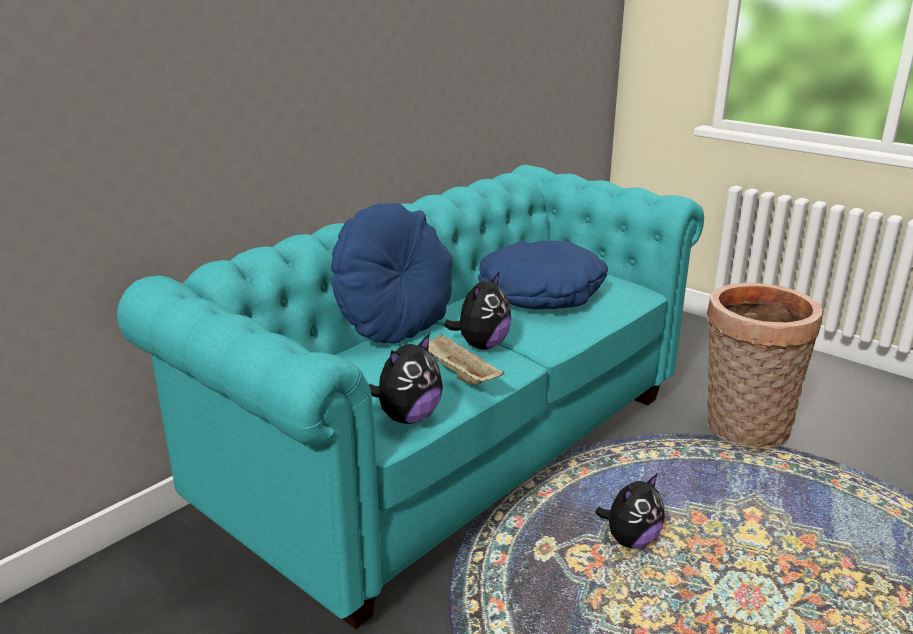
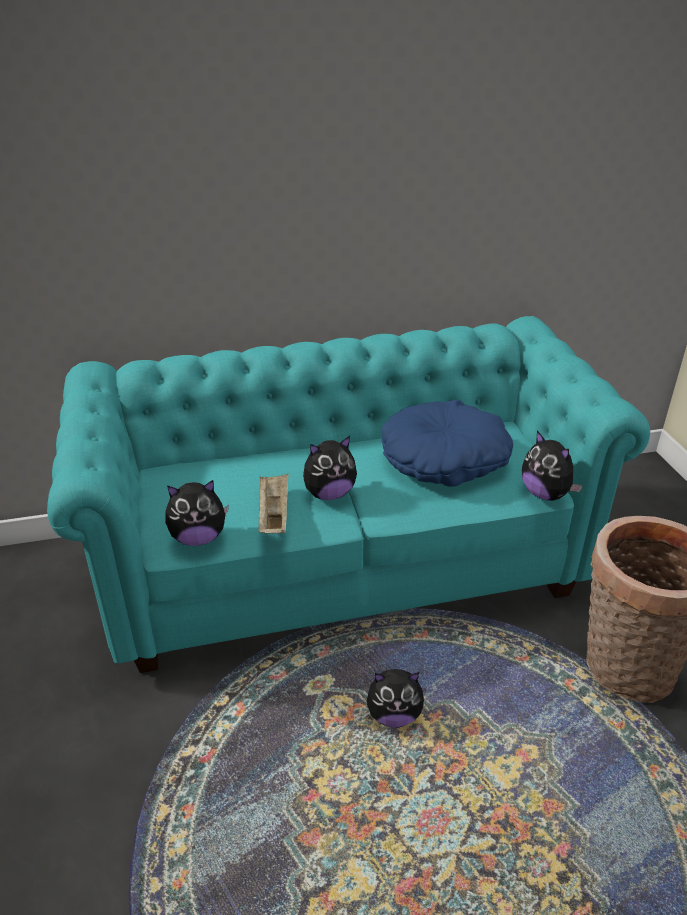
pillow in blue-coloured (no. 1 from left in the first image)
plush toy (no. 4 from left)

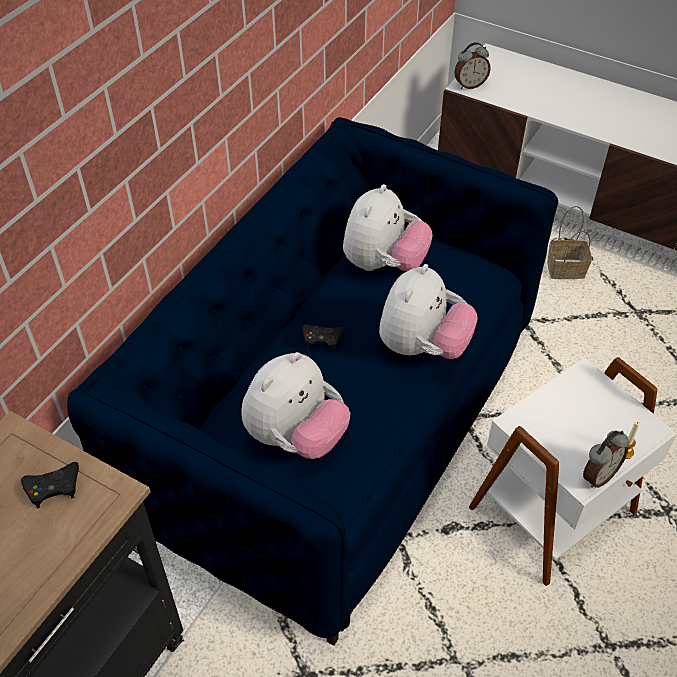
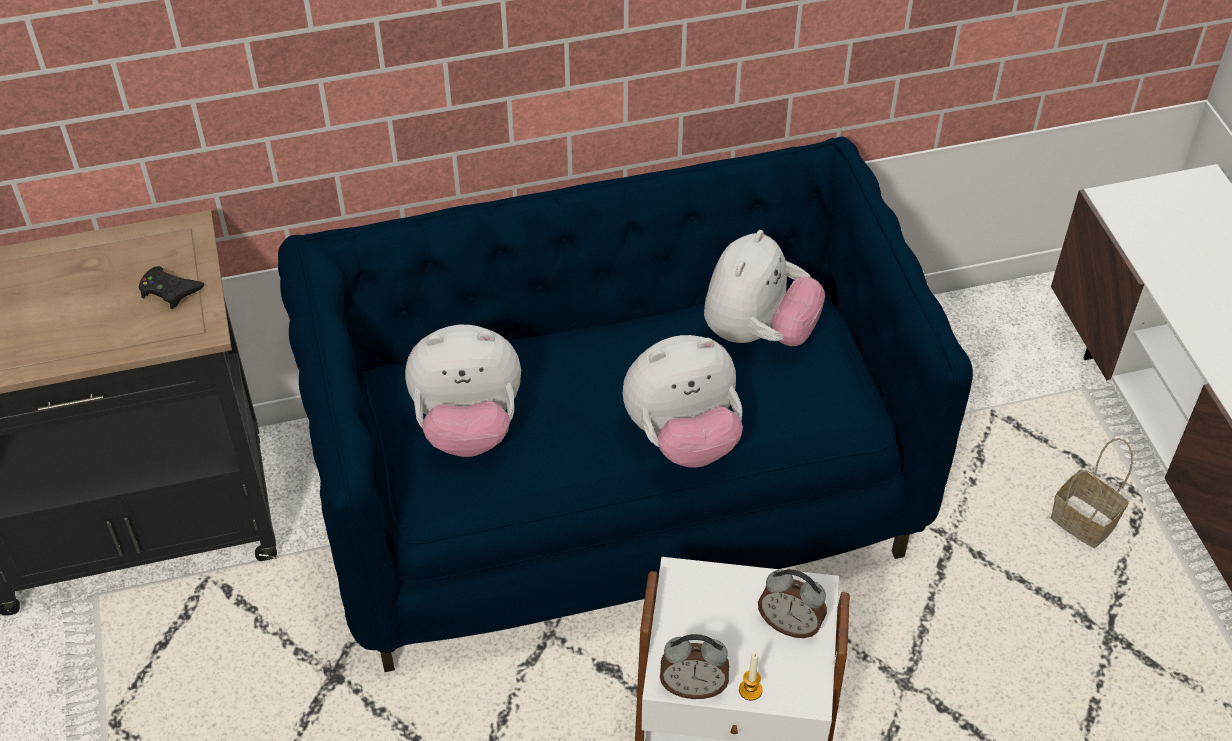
joypad in black (no. 2 from left in the first image)
plush toy (no. 3 from left)
alarm clock (no. 2 from left)

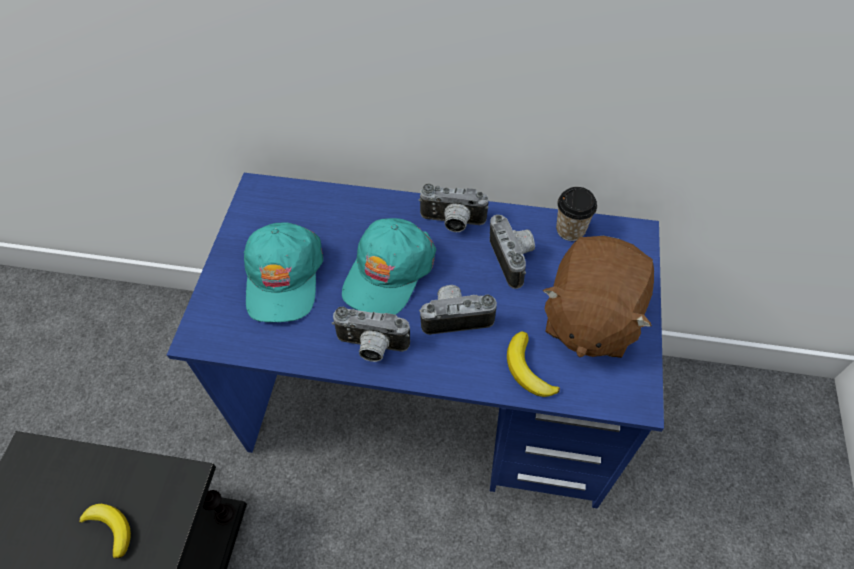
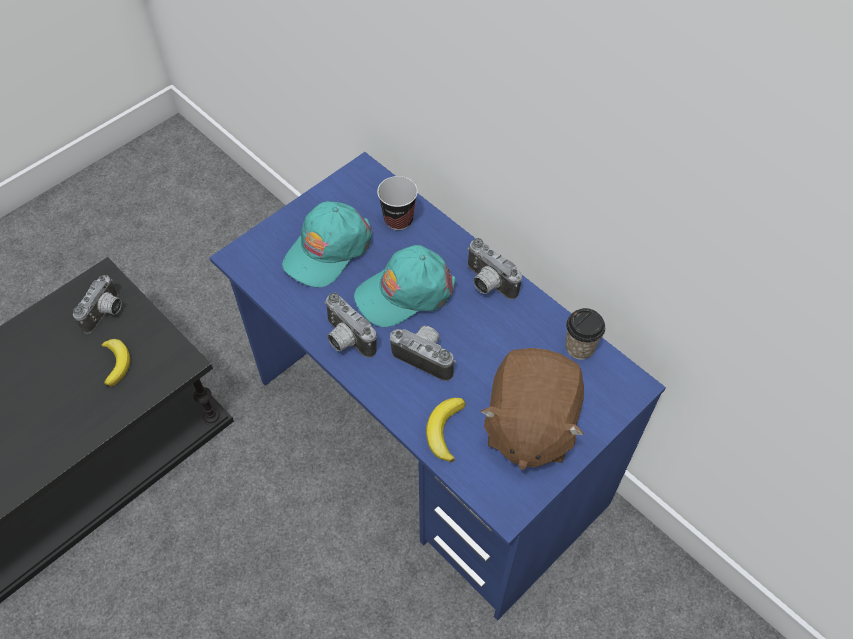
photo camera (no. 1 from left)
plush toy in brown-coloured
small cup (no. 1 from left)

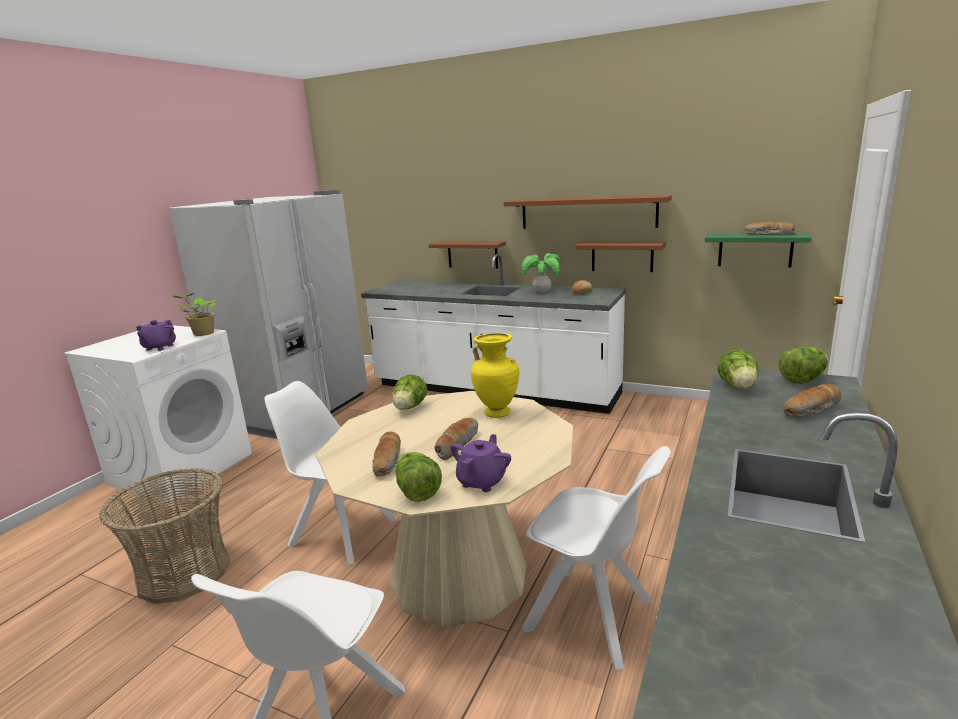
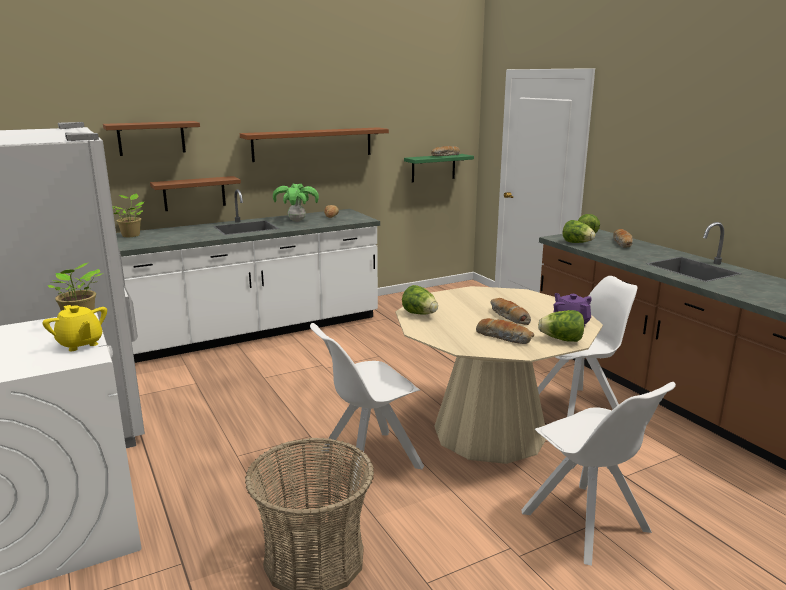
tea pot in yellowish
flower vase in yellowish
shelf in brown-coloured (no. 1 from left)
houseplant (no. 2 from left)

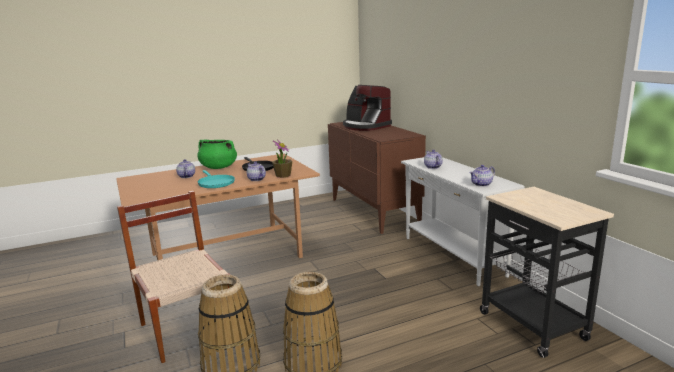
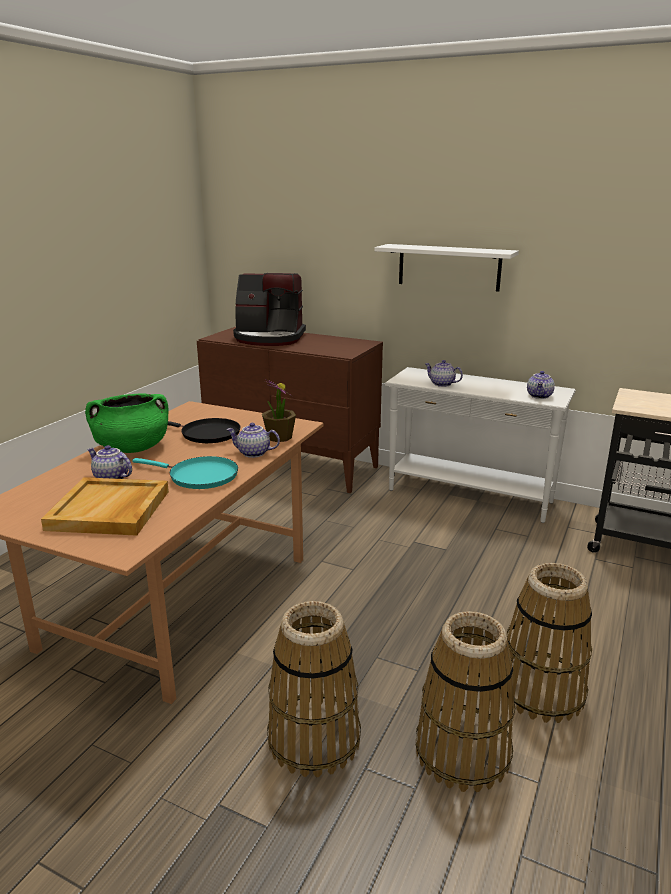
basket (no. 1 from left)
tray in beige-coloured
shelf in white

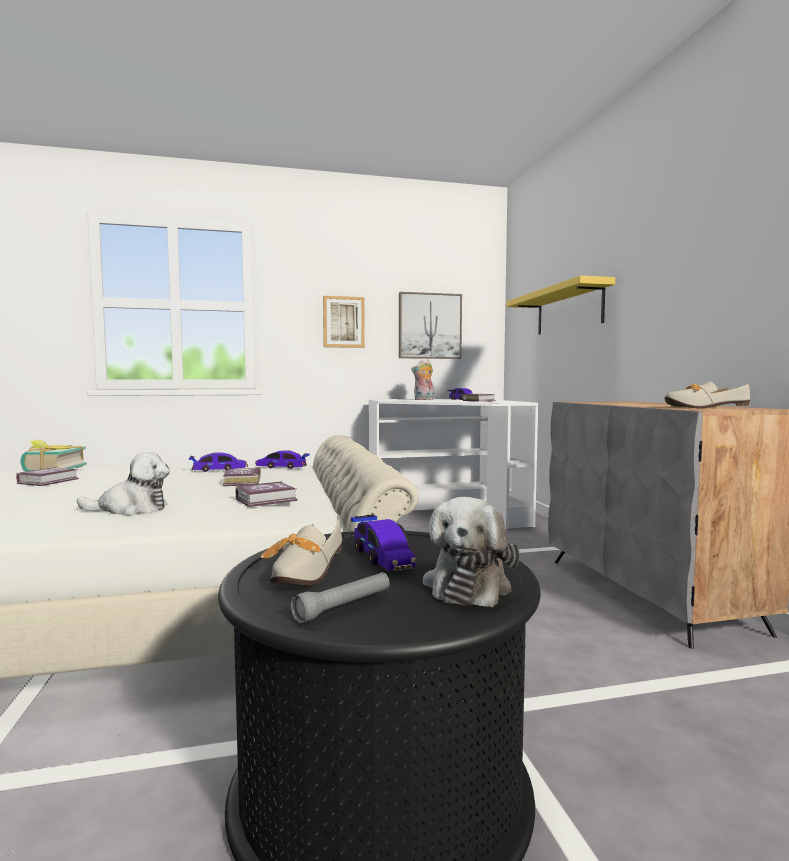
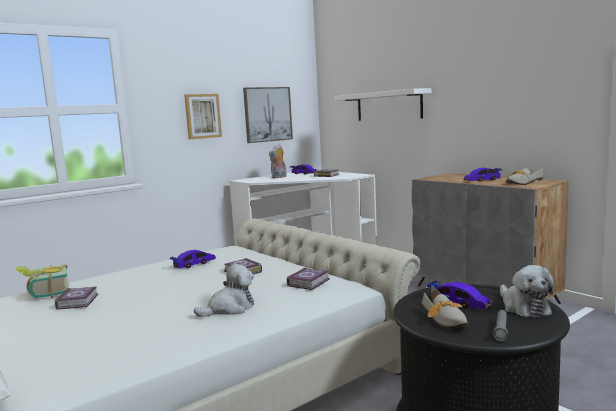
miniature car (no. 4 from left)
shelf in white

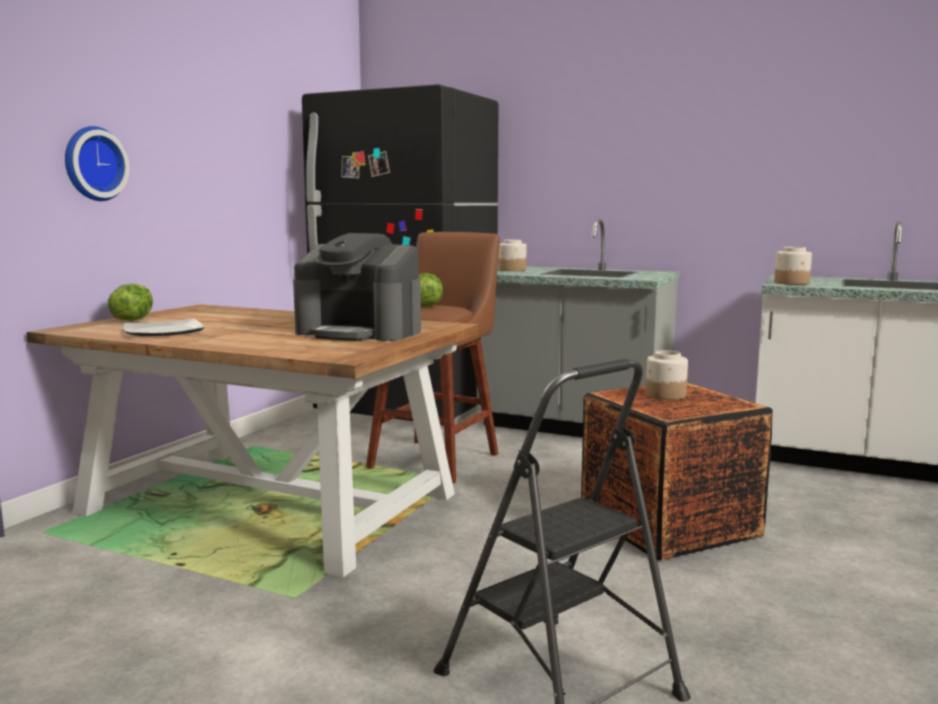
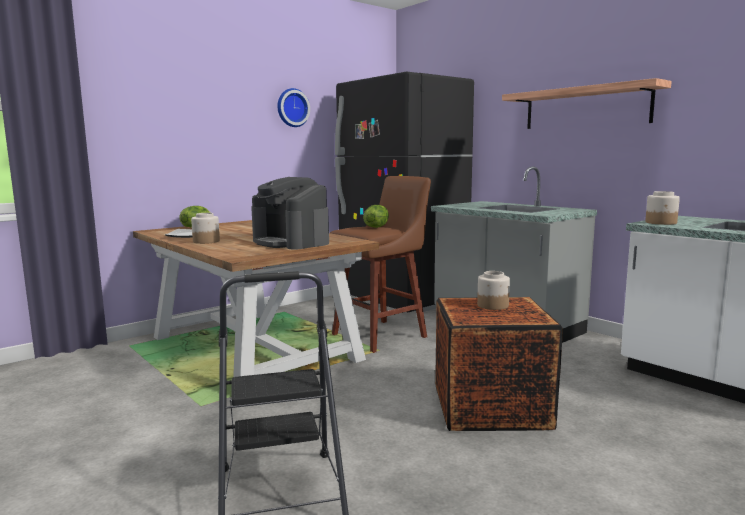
hanging clock
preserve jar (no. 1 from left)
shelf

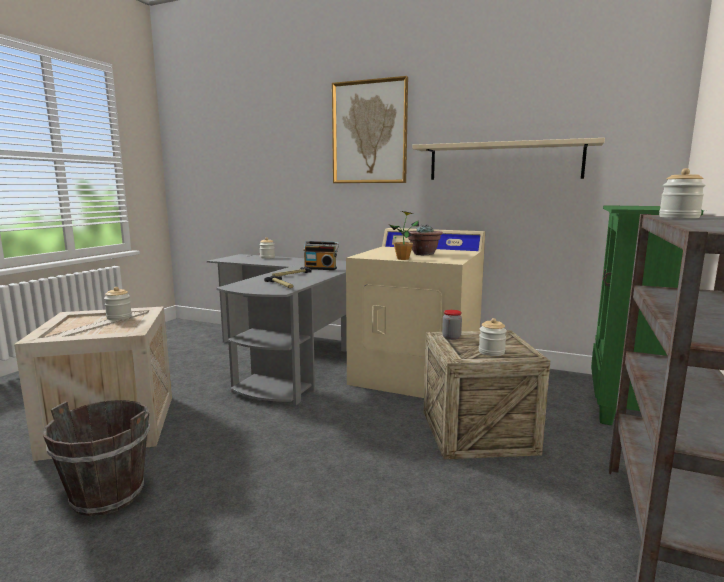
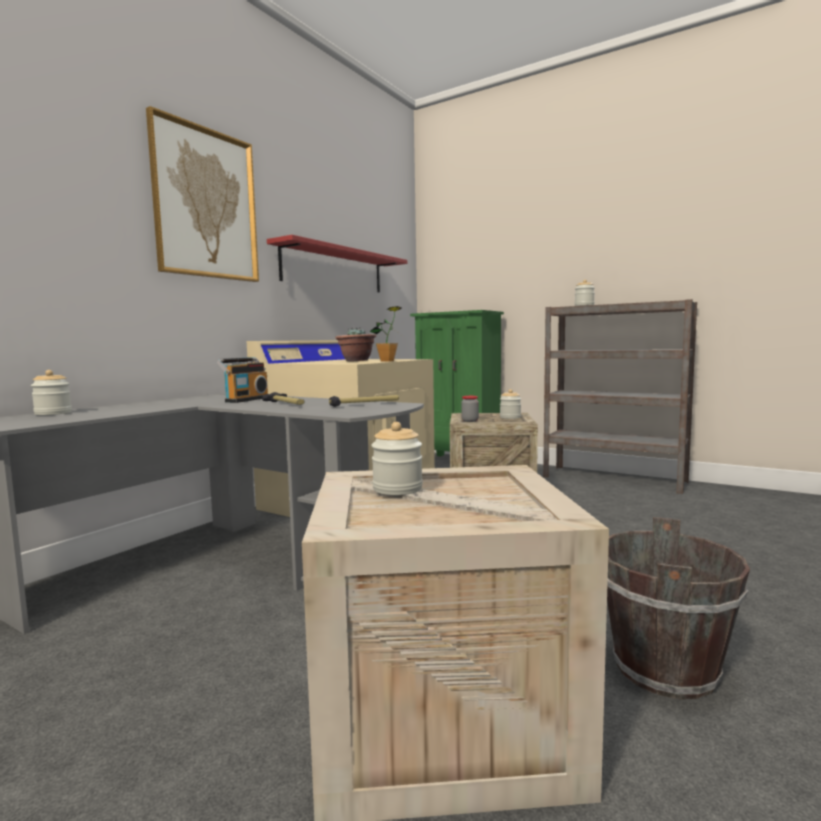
shelf in red

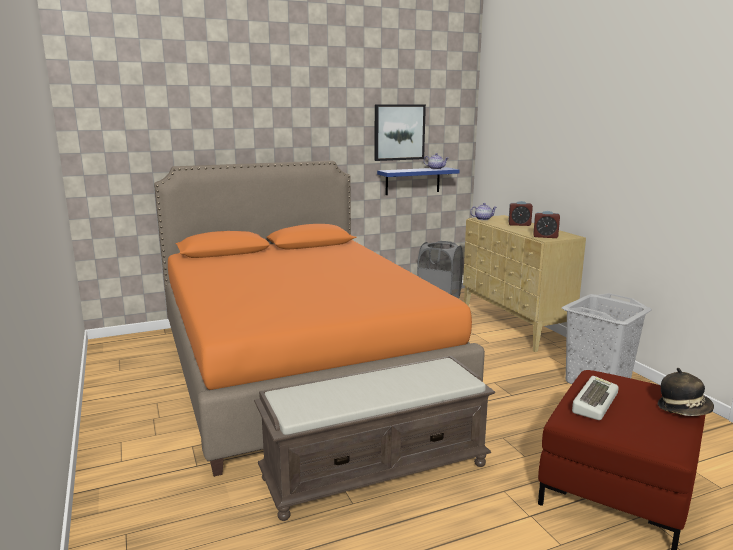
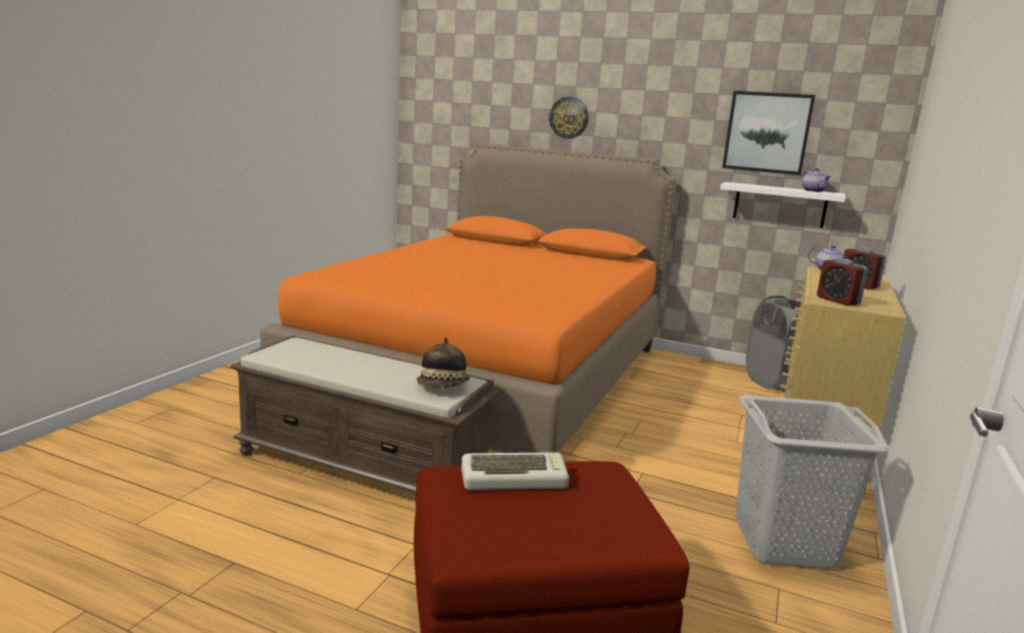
shelf in white
clothing hat
hanging clock

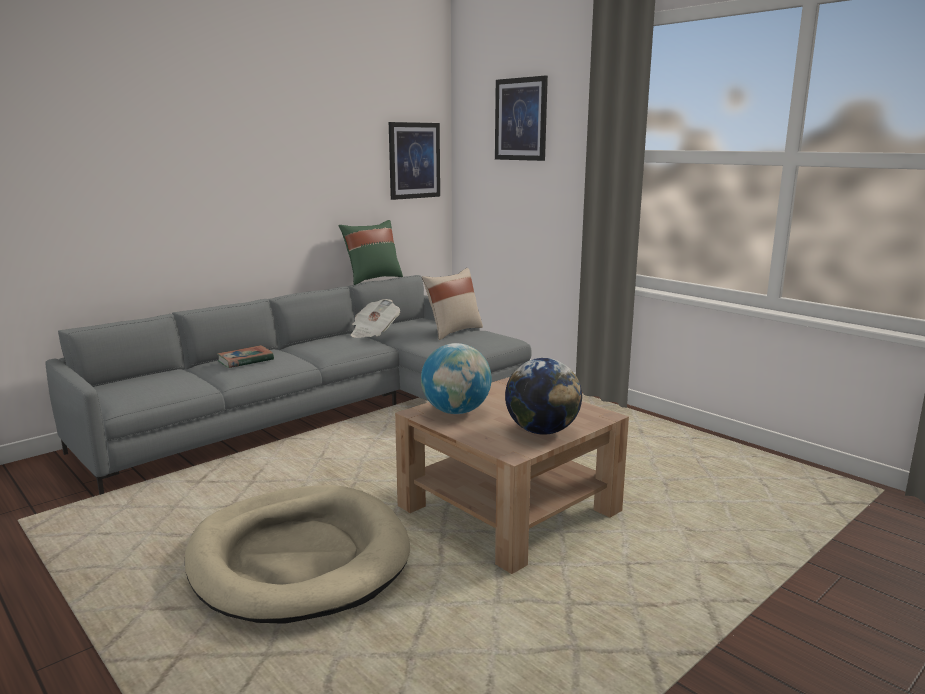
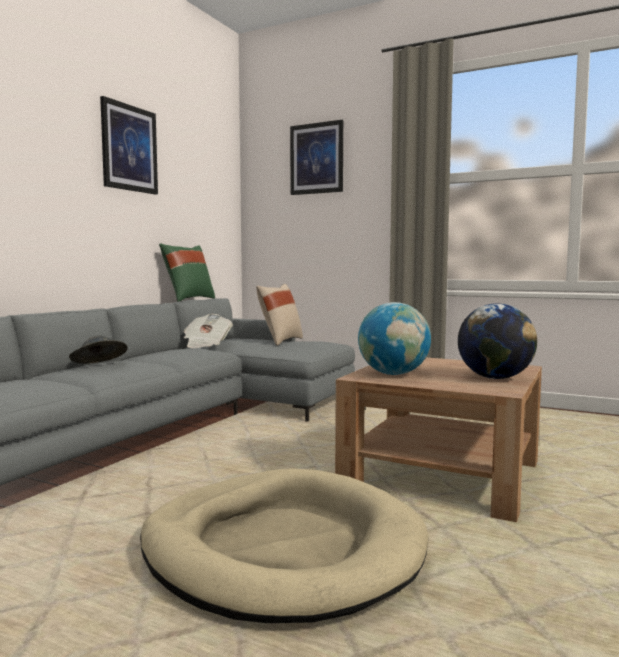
clothing hat in greyish
picture (no. 1 from left)

